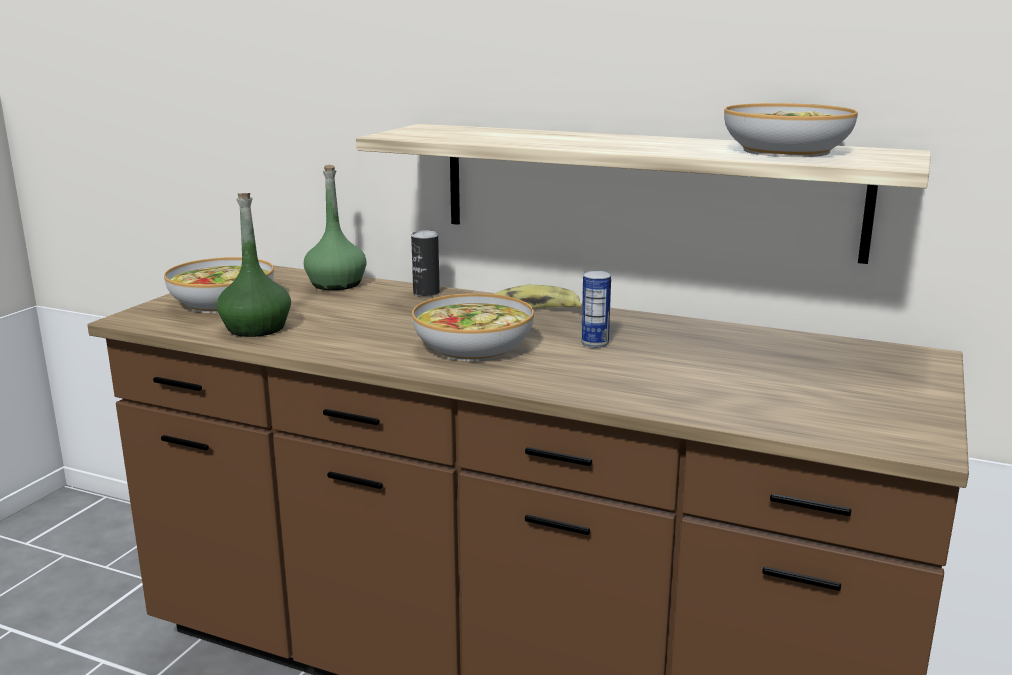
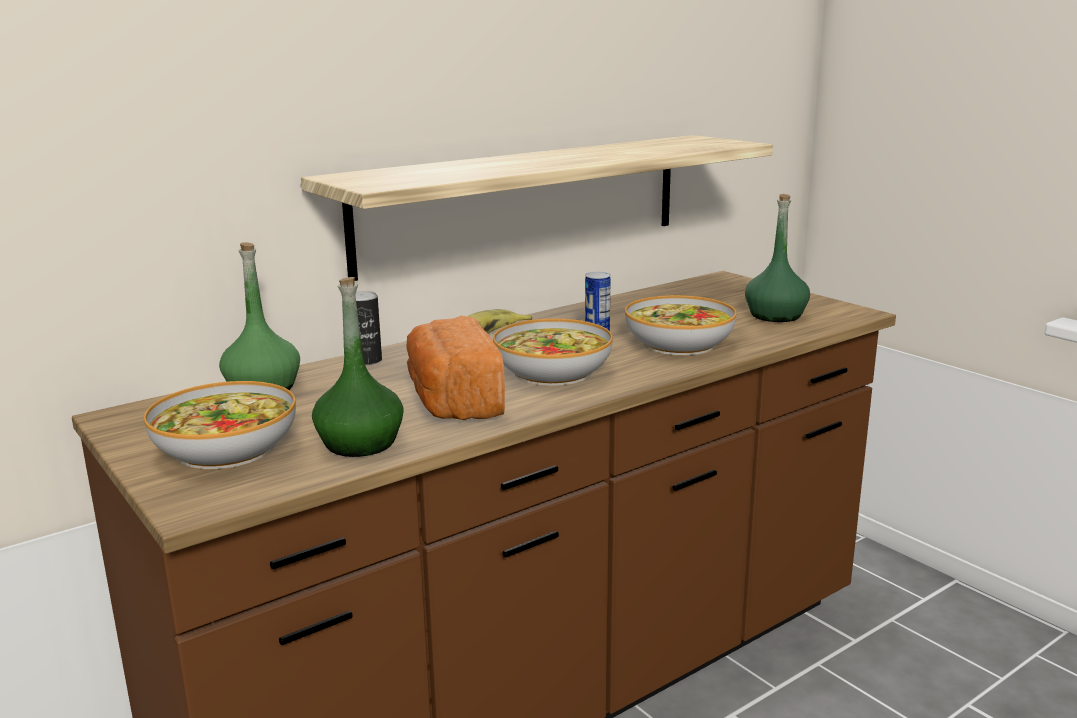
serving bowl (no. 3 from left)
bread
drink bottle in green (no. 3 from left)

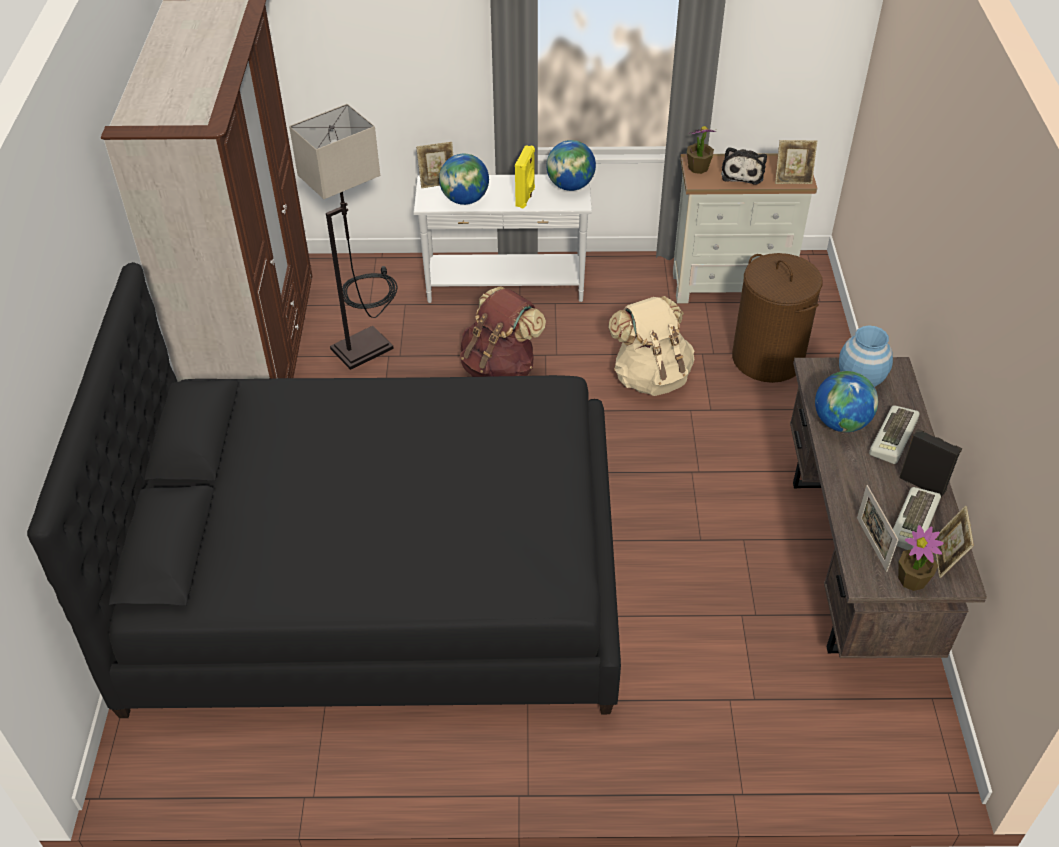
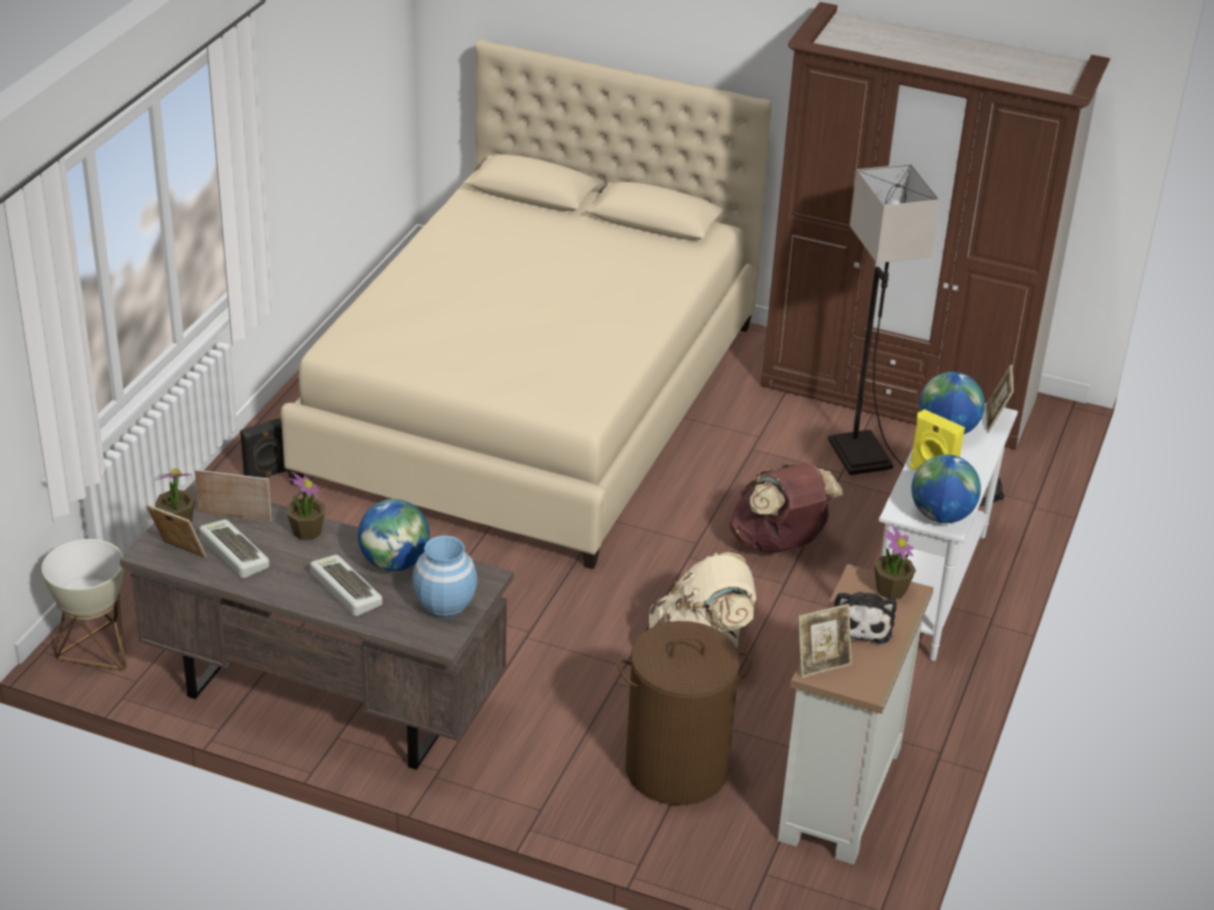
sleeping bed in beige-coloured
plush toy
standing frame (no. 3 from left)
speaker in black
plant pot
houseplant (no. 2 from left)

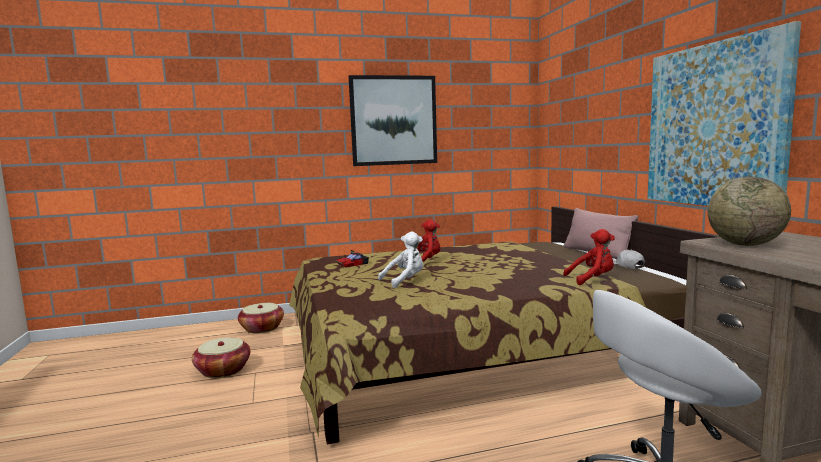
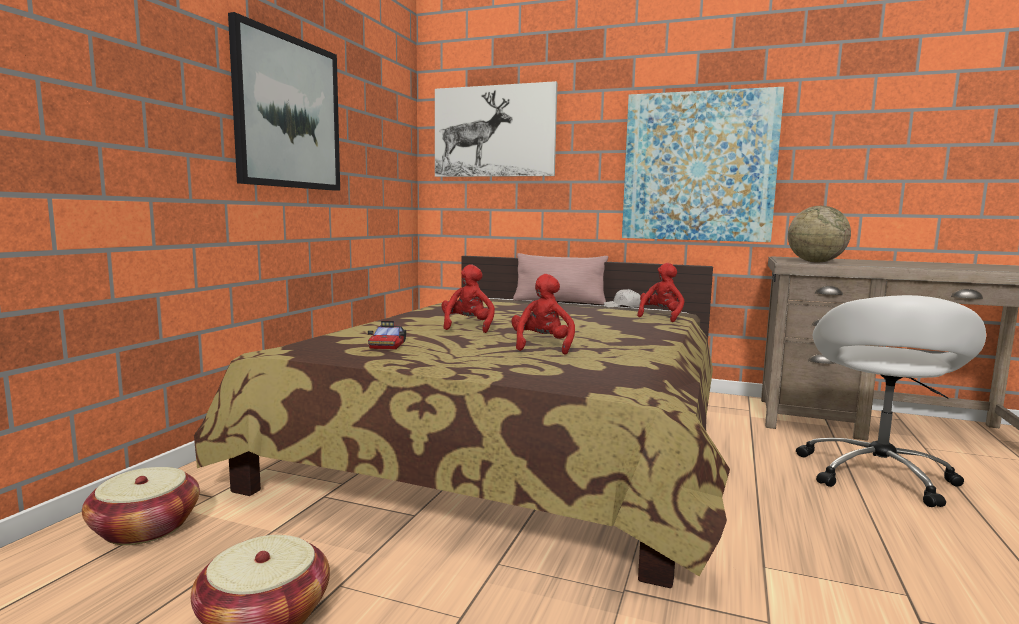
plush toy in red (no. 2 from left)
picture (no. 2 from left)

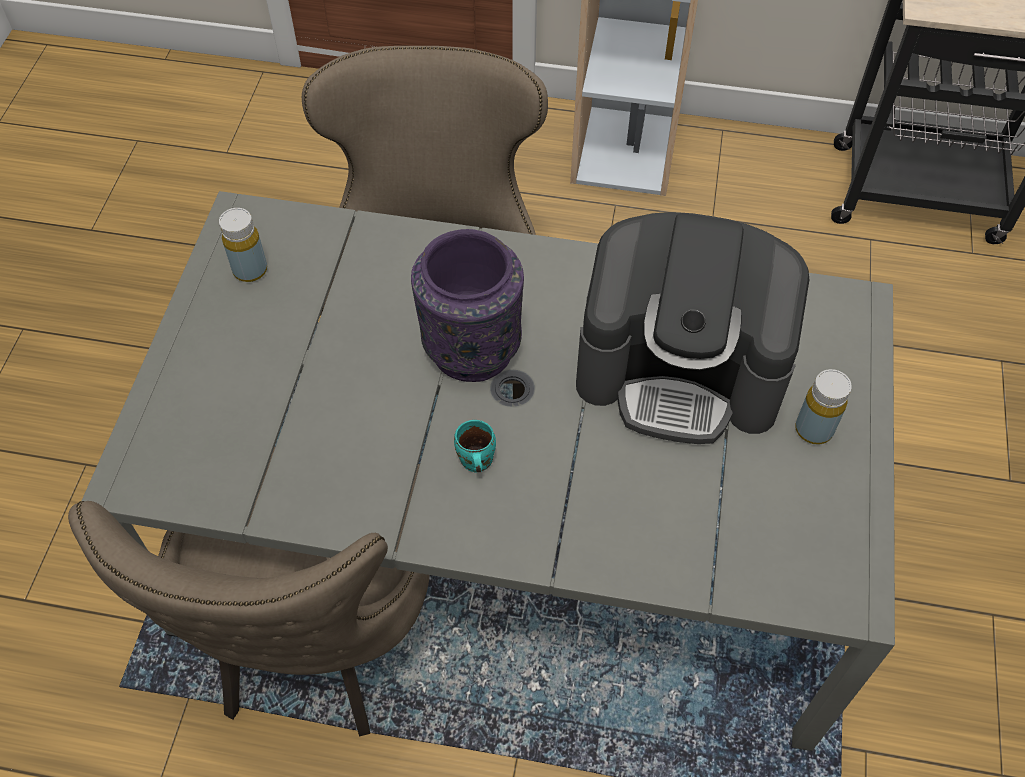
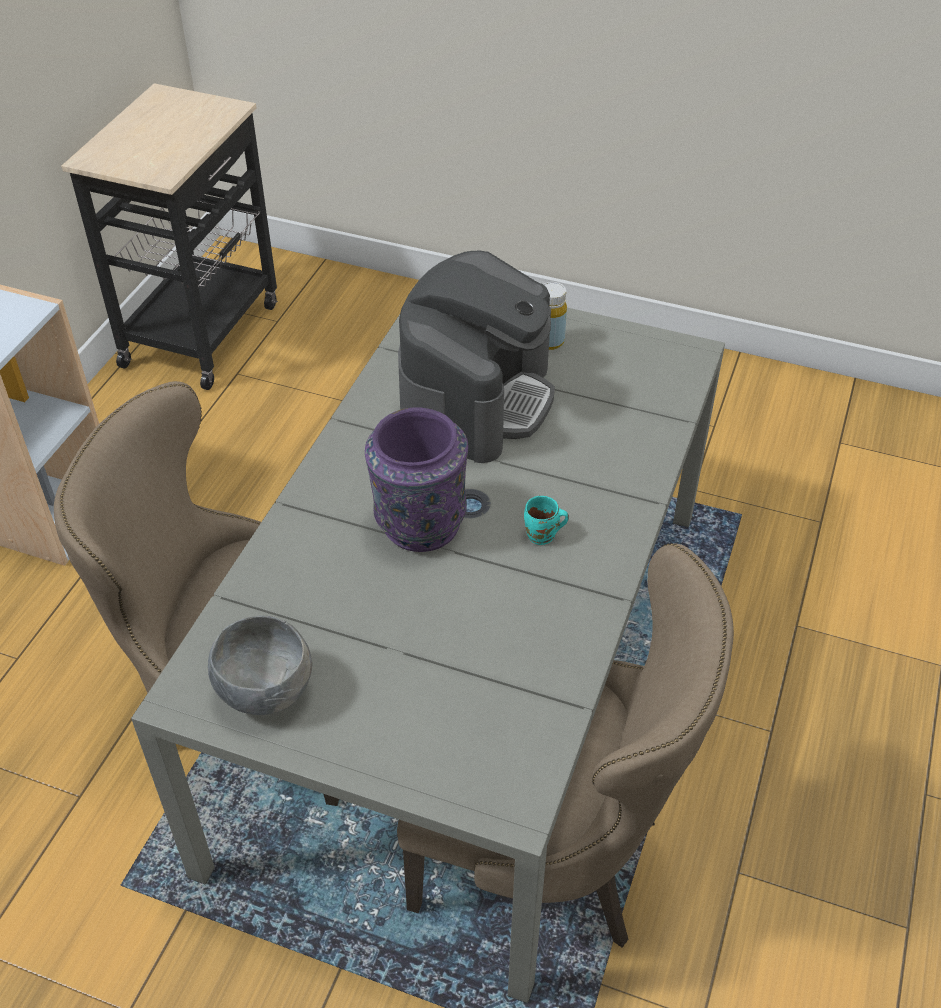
serving bowl in greyish

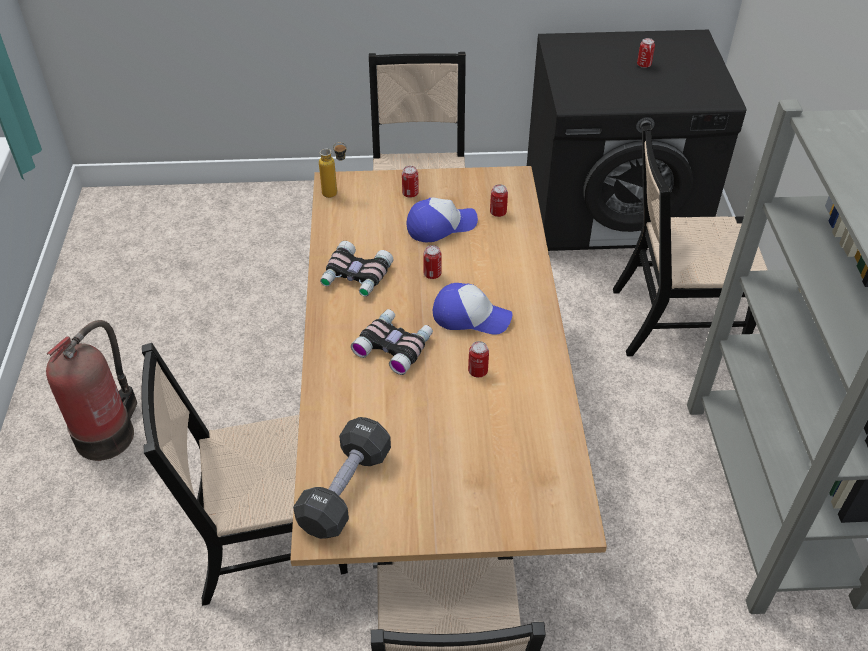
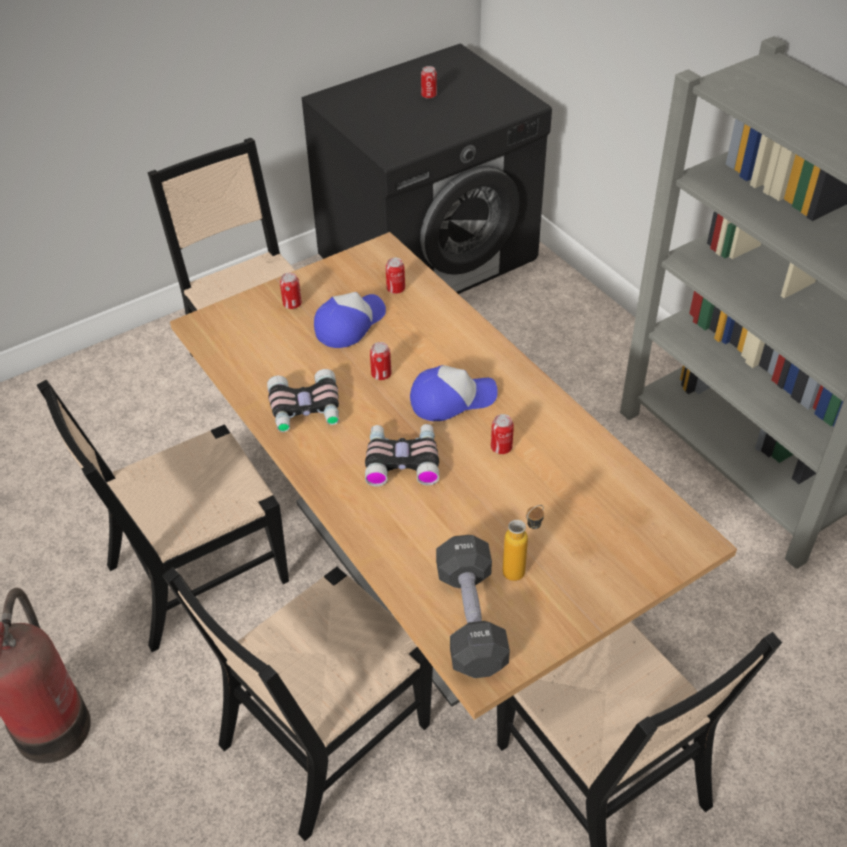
drink bottle
upright chair (no. 1 from left)

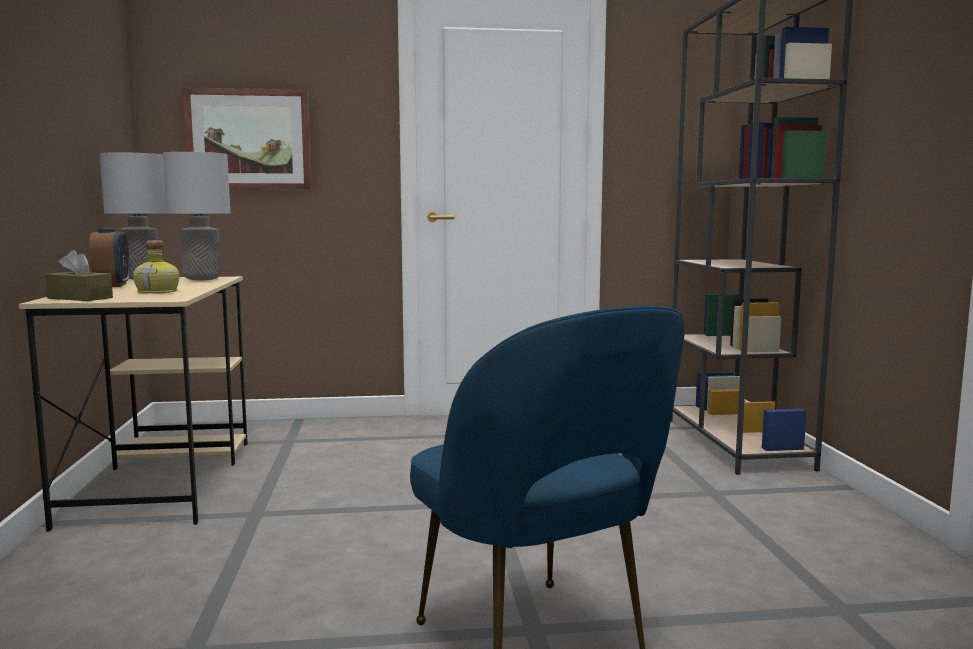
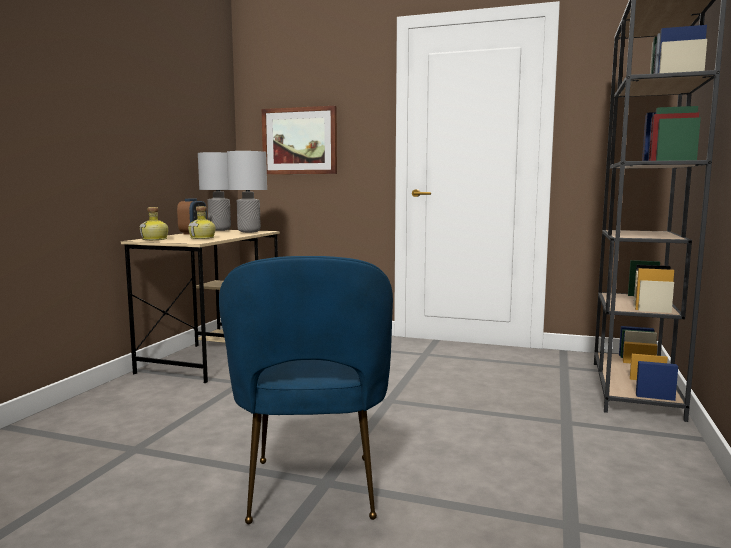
drink bottle (no. 1 from left)

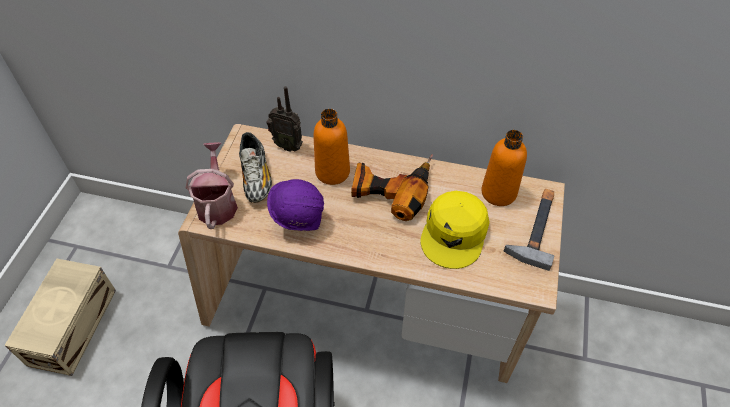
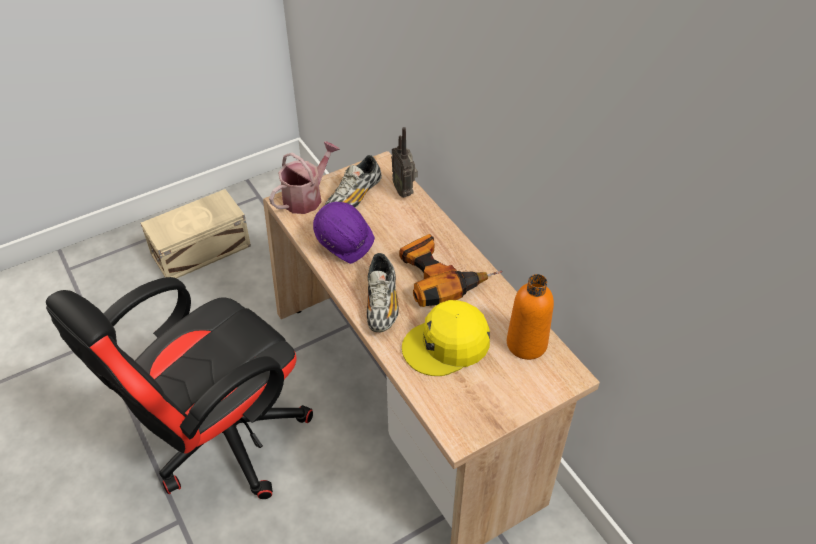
drink bottle in orangey (no. 1 from left in the first image)
hand hammer
shoe (no. 2 from left)

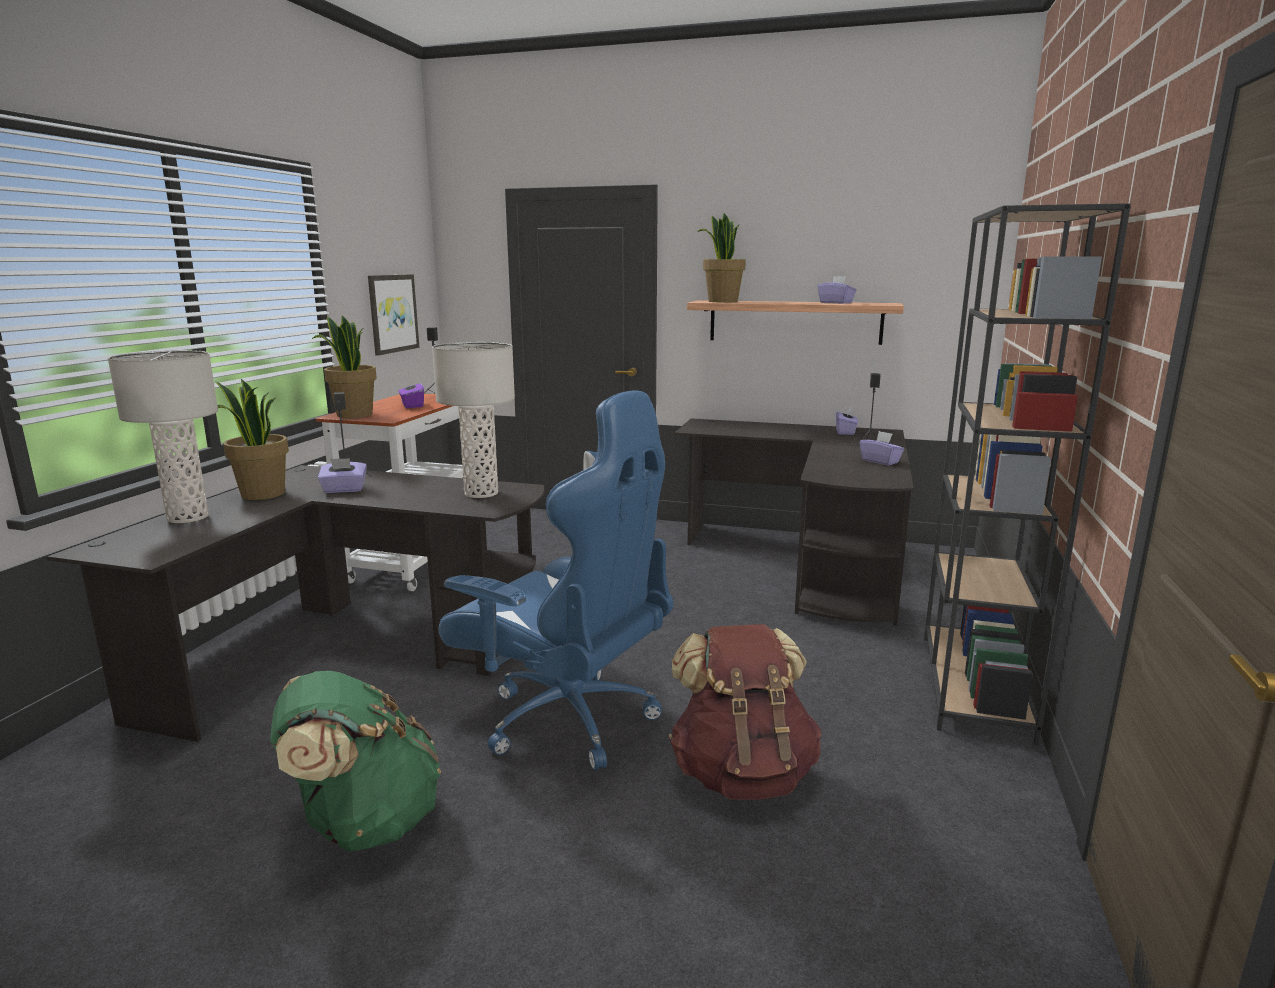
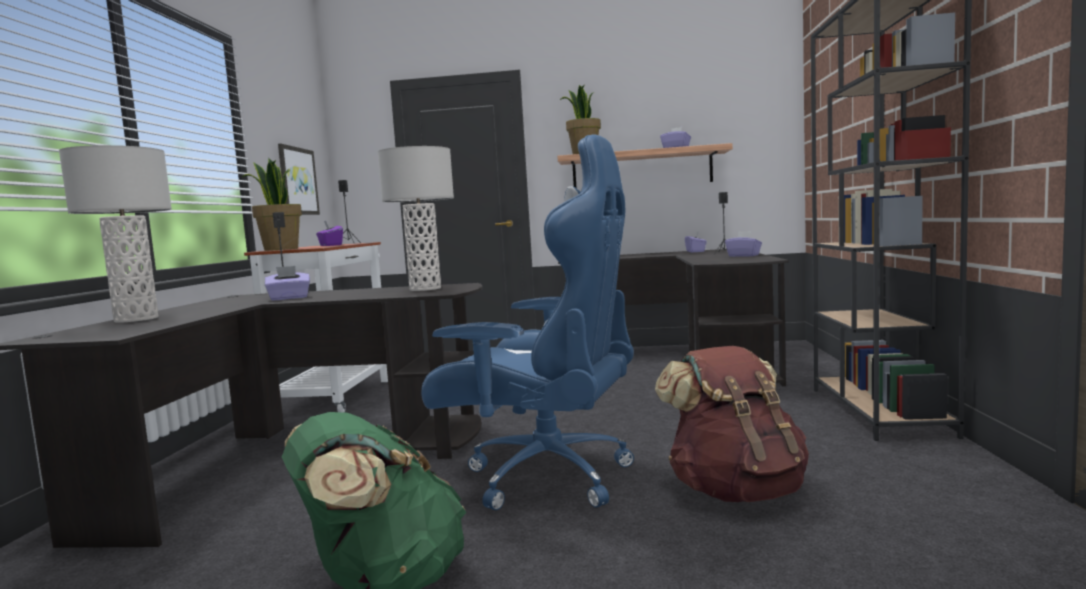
houseplant (no. 1 from left in the first image)

